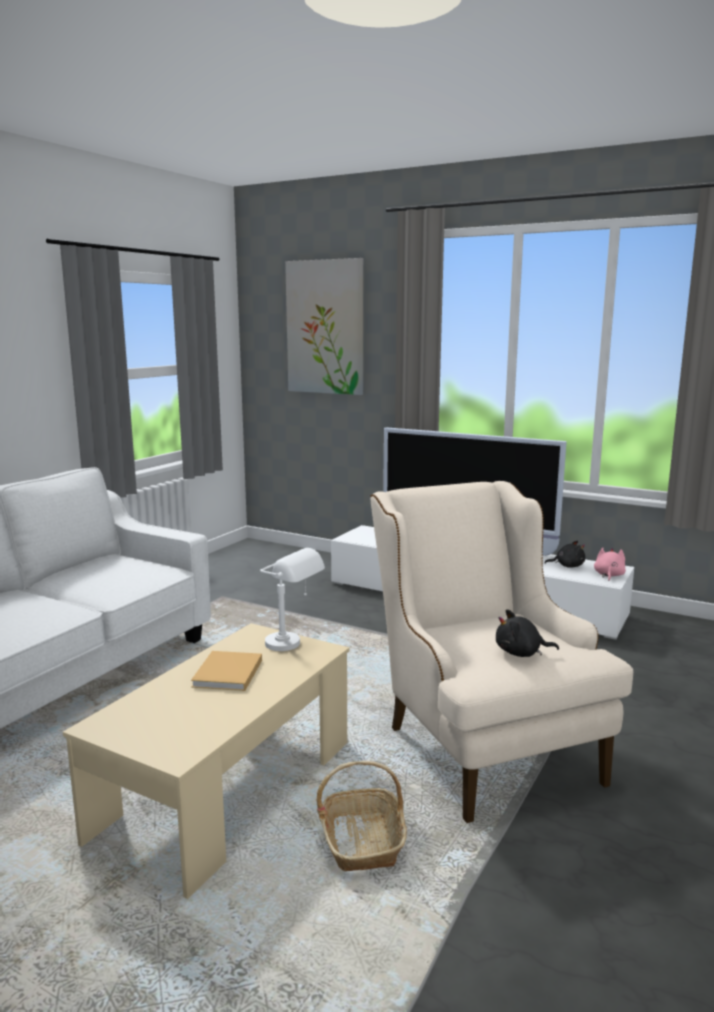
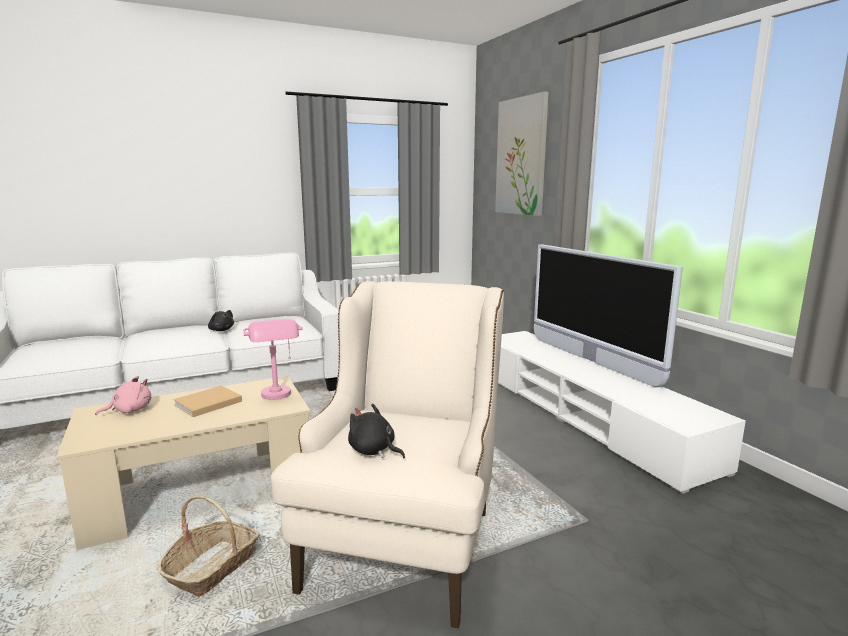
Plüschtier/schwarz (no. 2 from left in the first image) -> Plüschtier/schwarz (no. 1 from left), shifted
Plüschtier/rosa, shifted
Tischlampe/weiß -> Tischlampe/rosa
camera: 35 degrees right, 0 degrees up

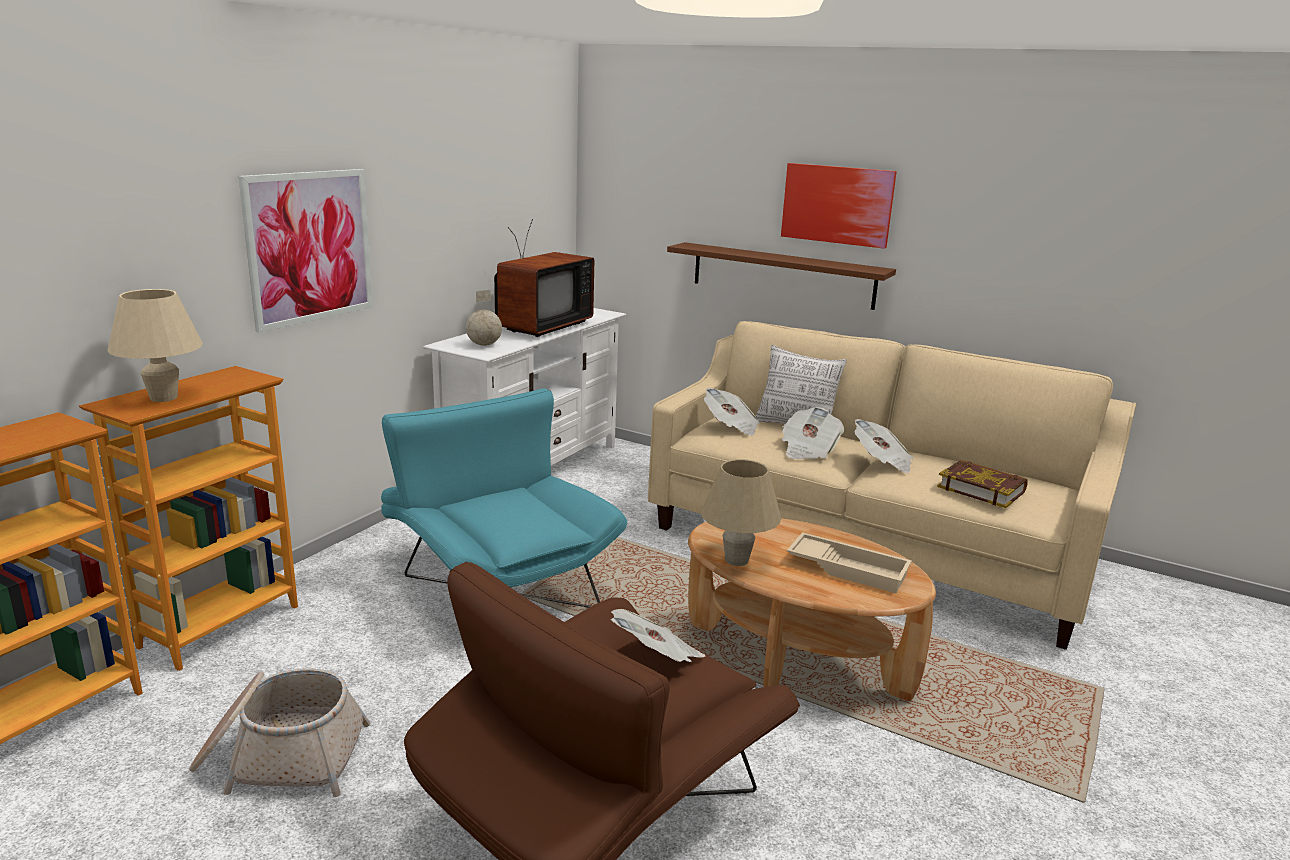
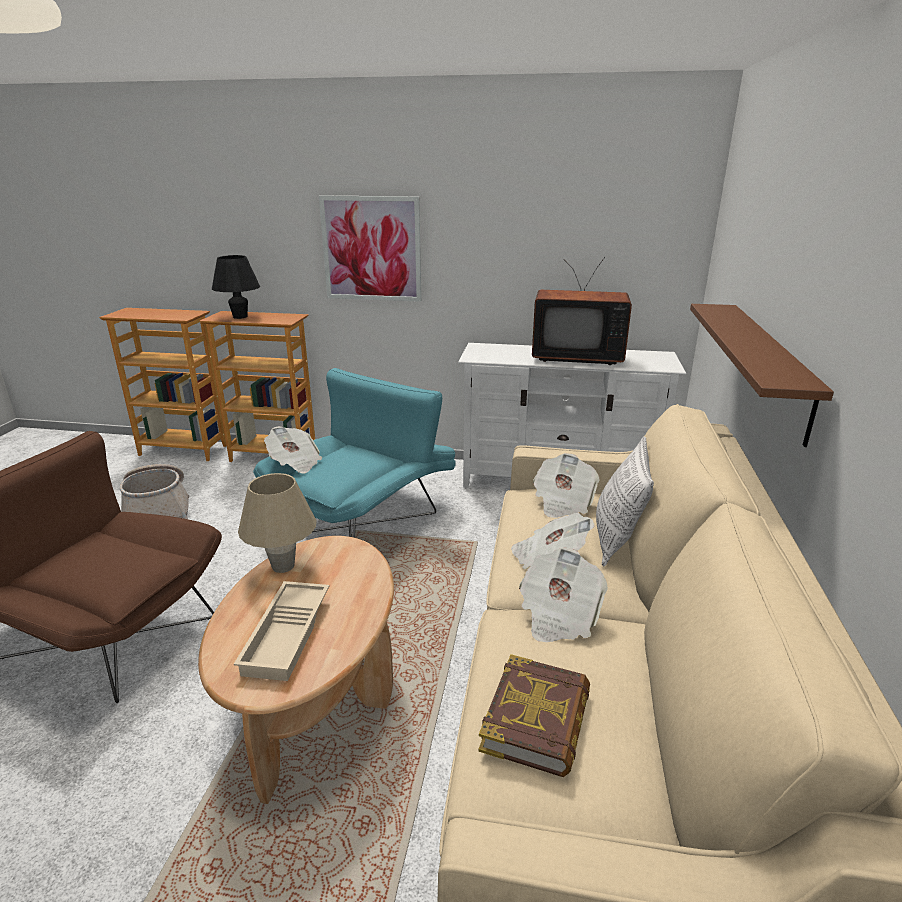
Globus -> none
Bild (no. 2 from left) -> none
Zeitung (no. 1 from left), shifted
Tischlampe/beige (no. 1 from left) -> Tischlampe/schwarz
camera: 70 degrees right, 5 degrees up

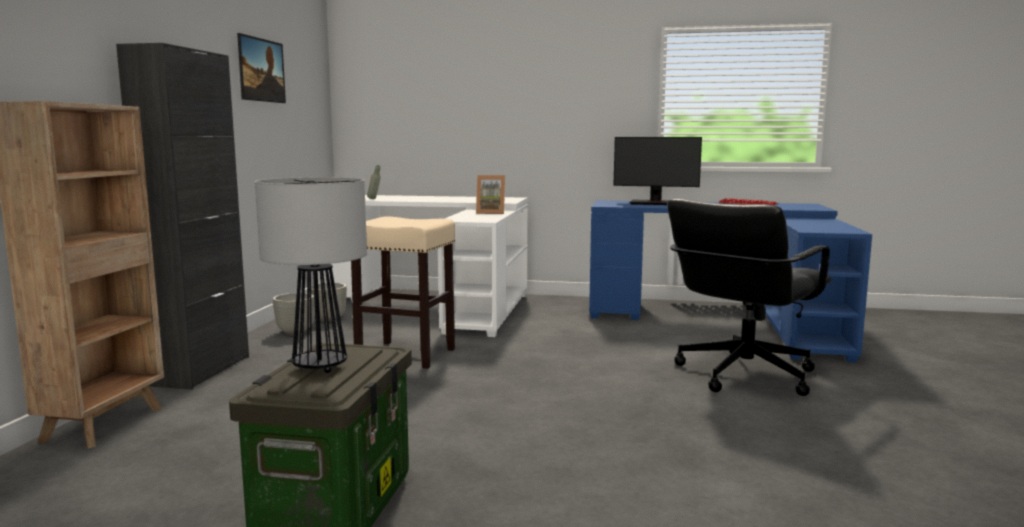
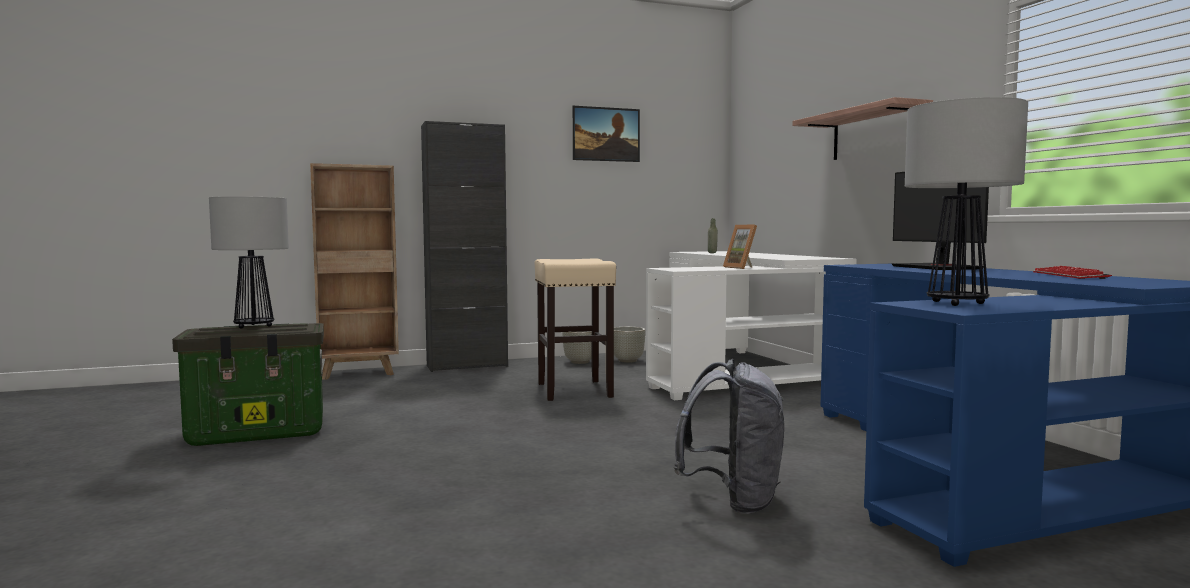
none -> Wandregal
none -> Tischlampe (no. 2 from left)
Bürostuhl/schwarz -> Rucksack/grau
camera: 60 degrees right, 5 degrees down

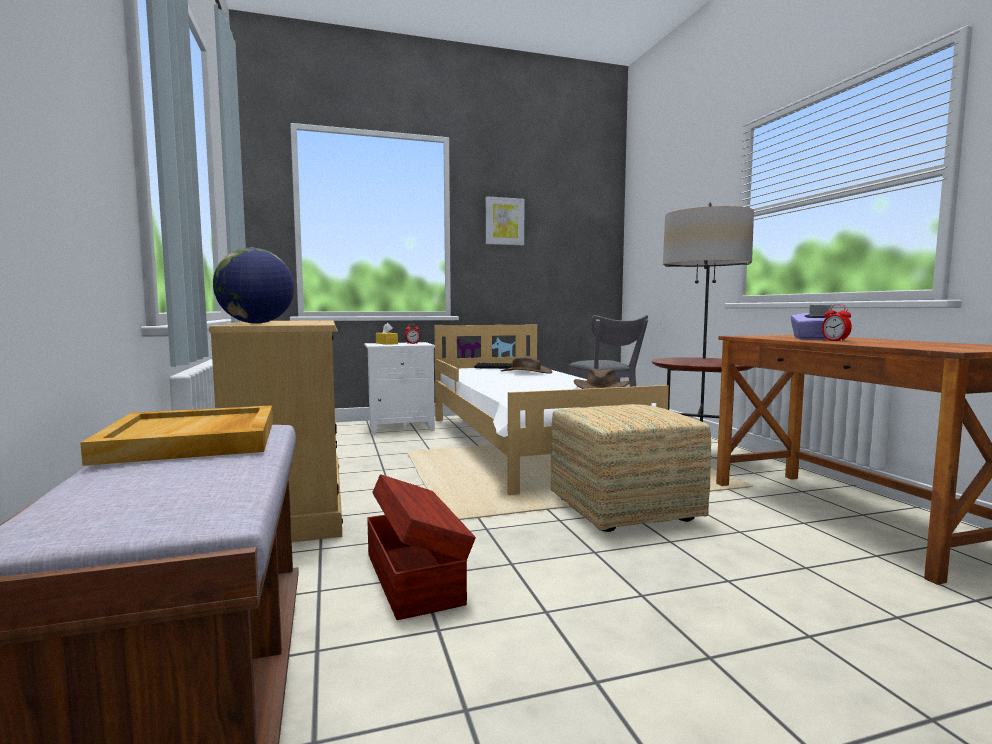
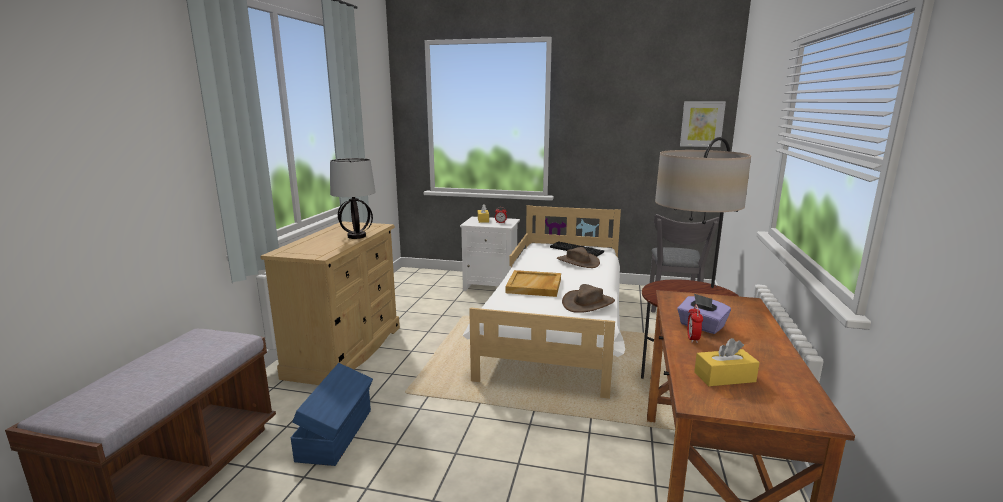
Globus -> none
Polsterhocker -> none
none -> Tischlampe
none -> Taschentuchbox/gelb (no. 2 from left)
Tablett/beige, shifted
Bild, shifted
Aufbewahrungsbox/braun -> Aufbewahrungsbox/blau
camera: 30 degrees right, 10 degrees up

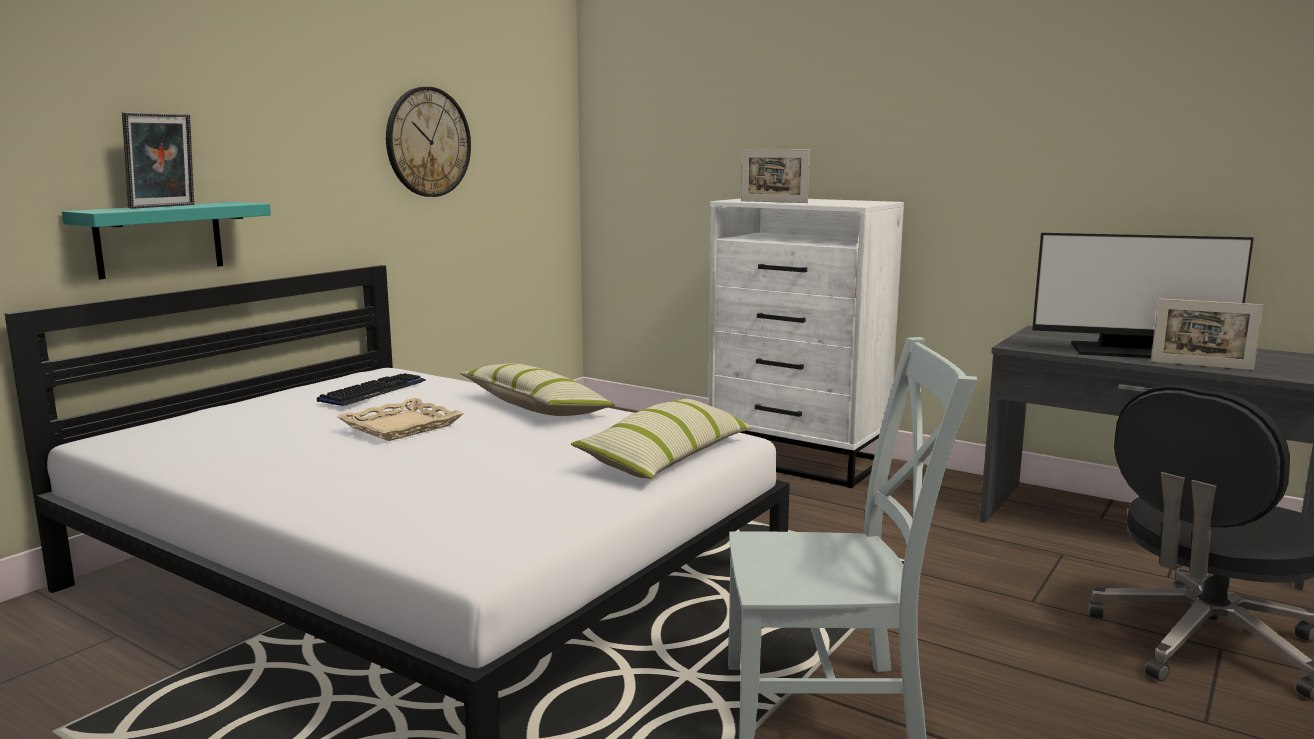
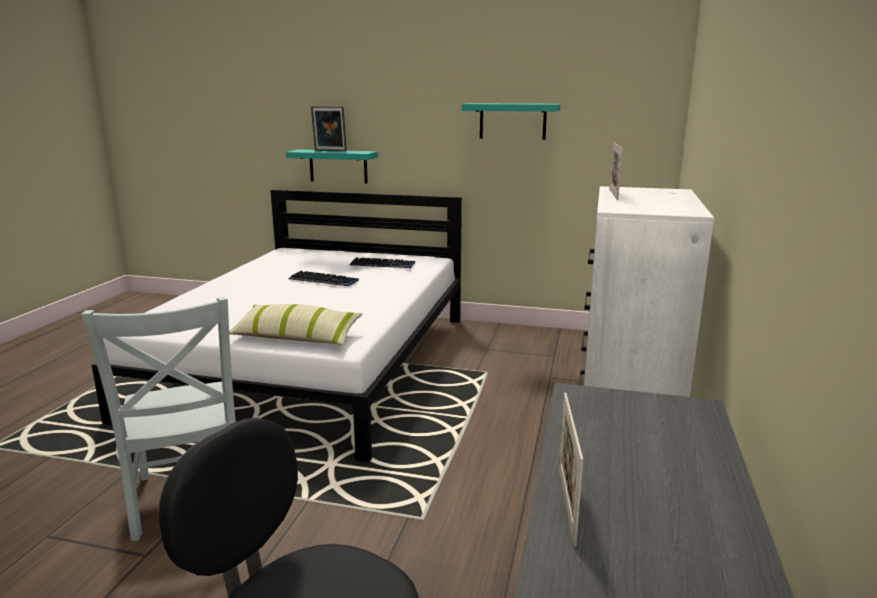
Kissen (no. 1 from left) -> none
Monitor -> none
Tablett/beige -> Tastatur (no. 1 from left)
Wanduhr -> Wandregal/türkis (no. 2 from left)
camera: 70 degrees right, 5 degrees up

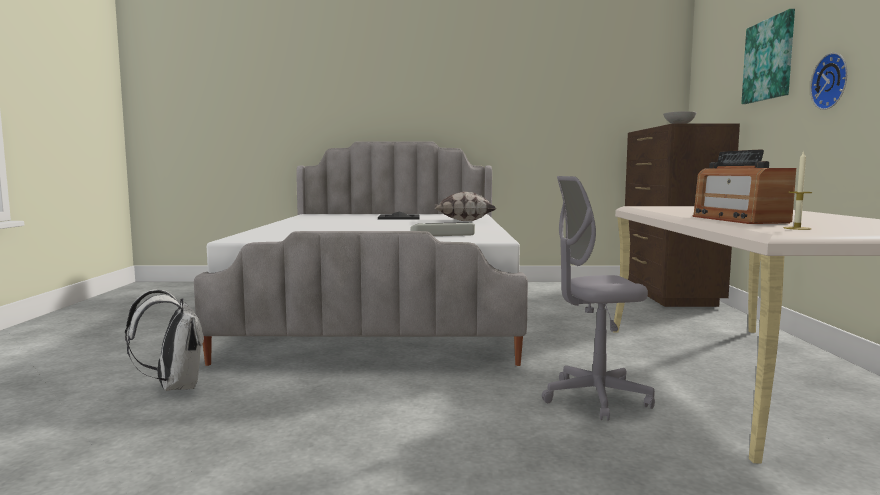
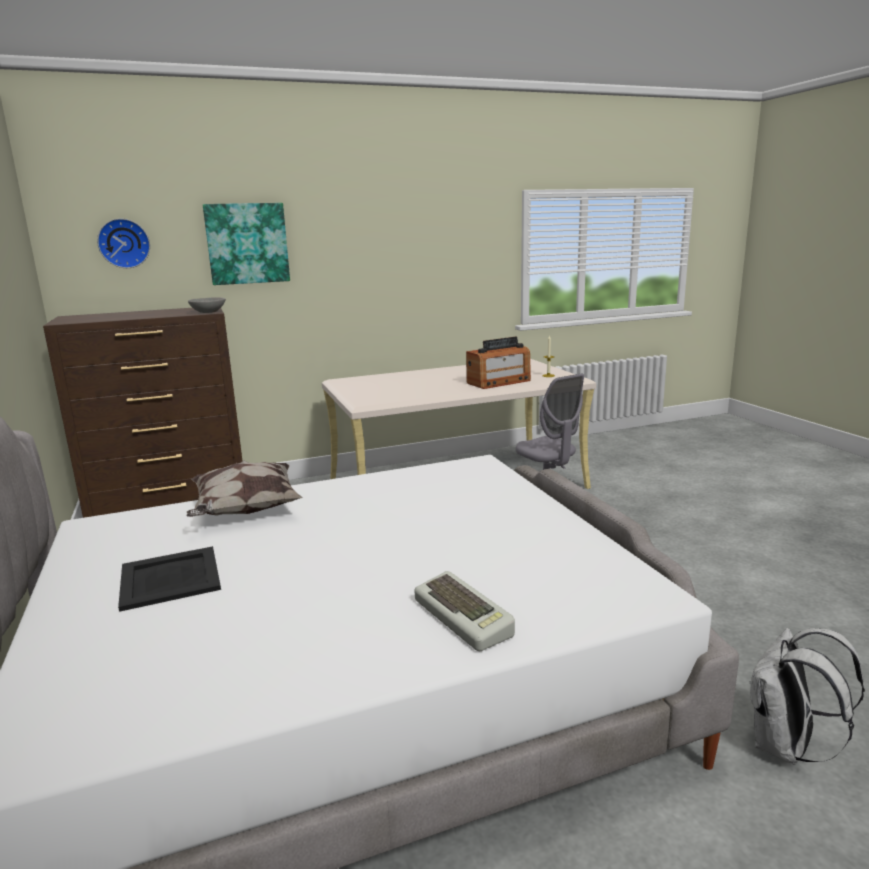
Tastatur, shifted
Wanduhr, shifted
camera: 110 degrees left, 10 degrees up

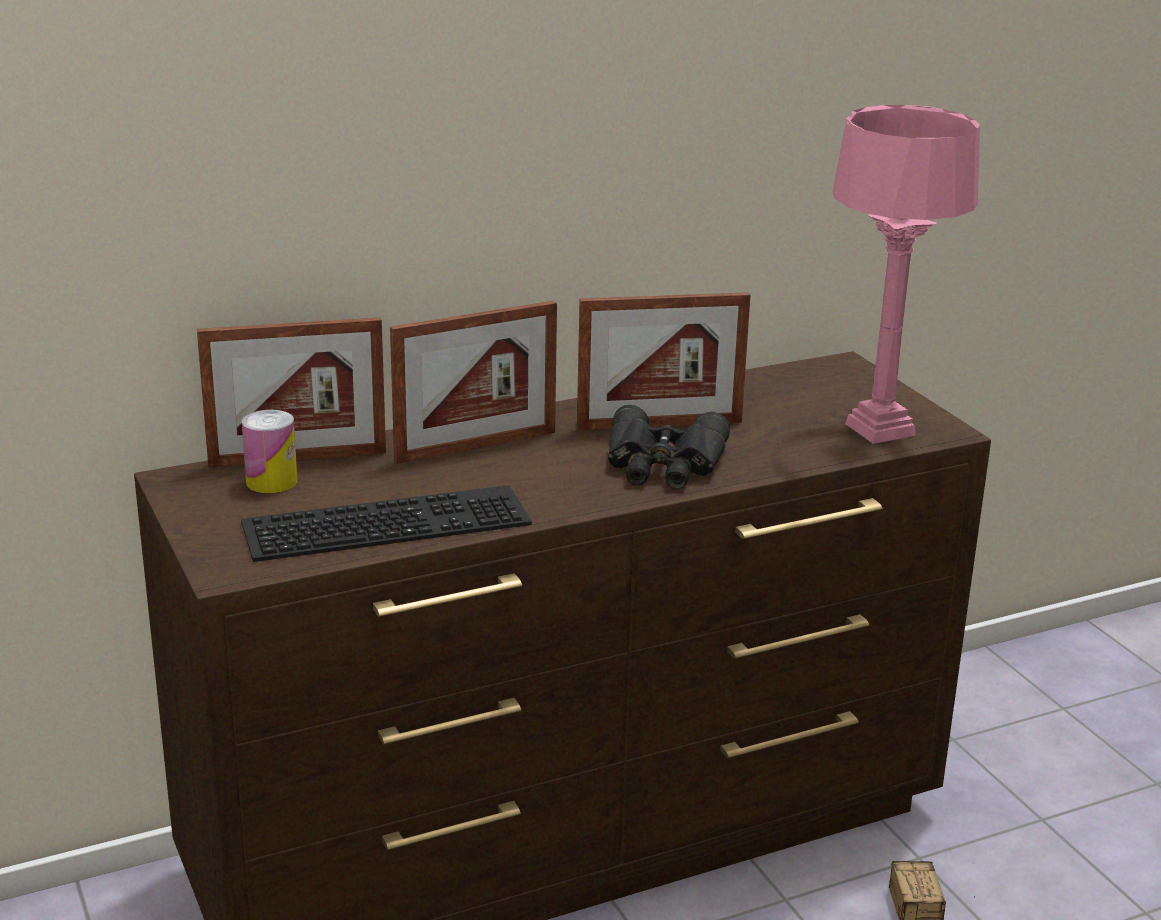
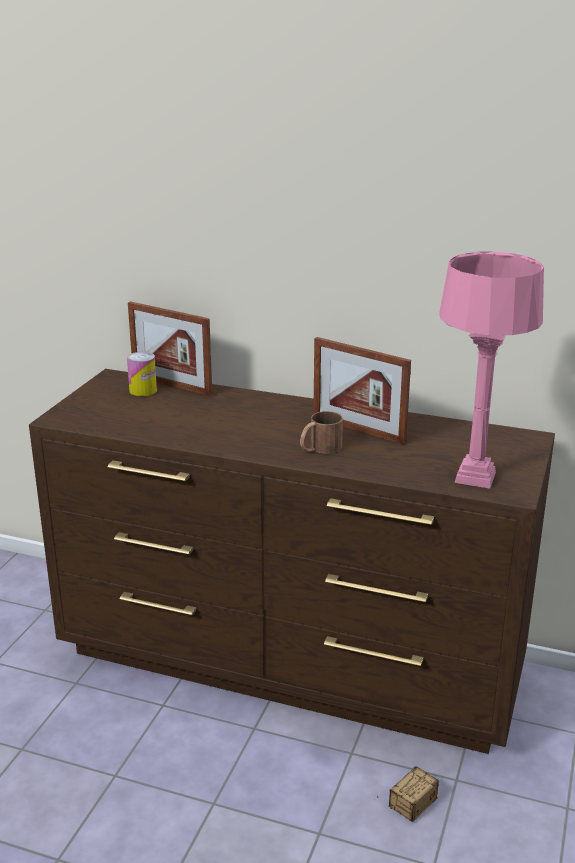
Tastatur -> none
Bilderrahmen (no. 2 from left) -> none
Fernglas/schwarz -> Henkelbecher/braun
camera: 45 degrees right, 0 degrees up

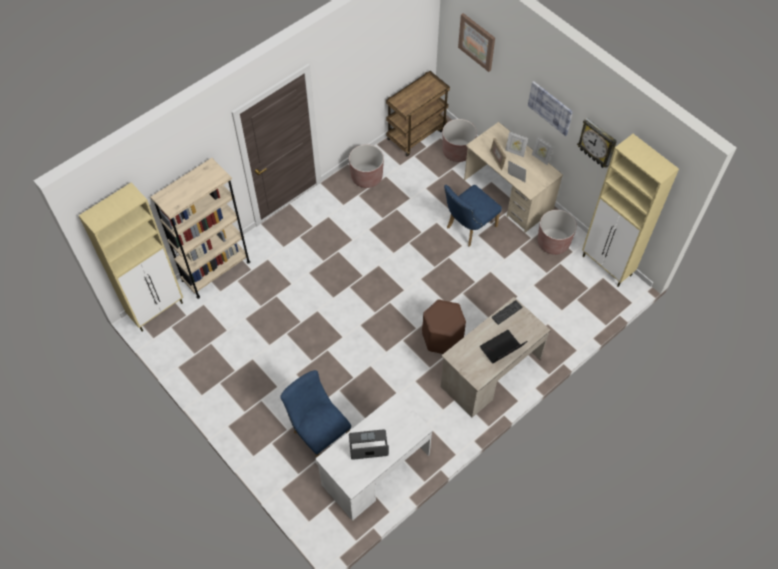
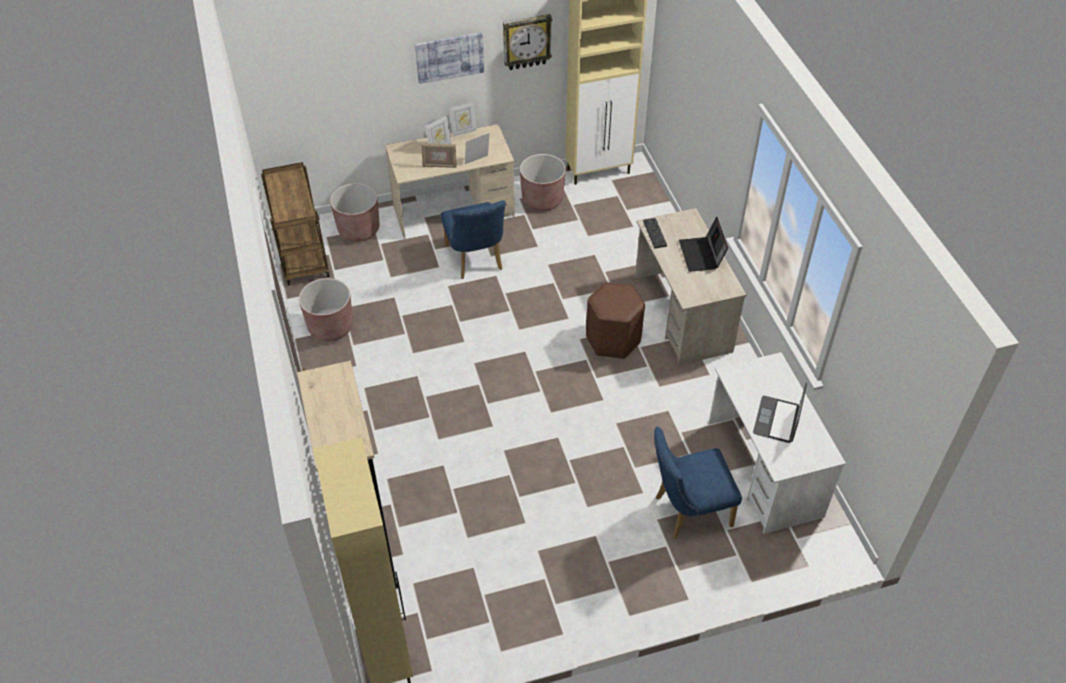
Bild (no. 1 from left) -> none
camera: 65 degrees left, 10 degrees down

